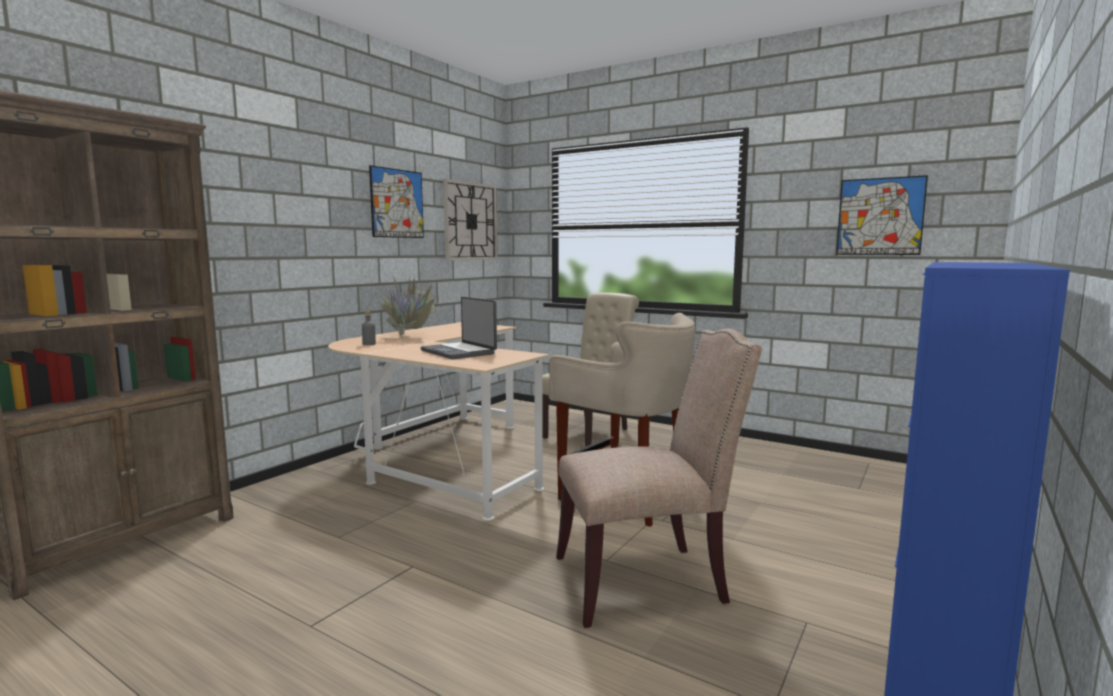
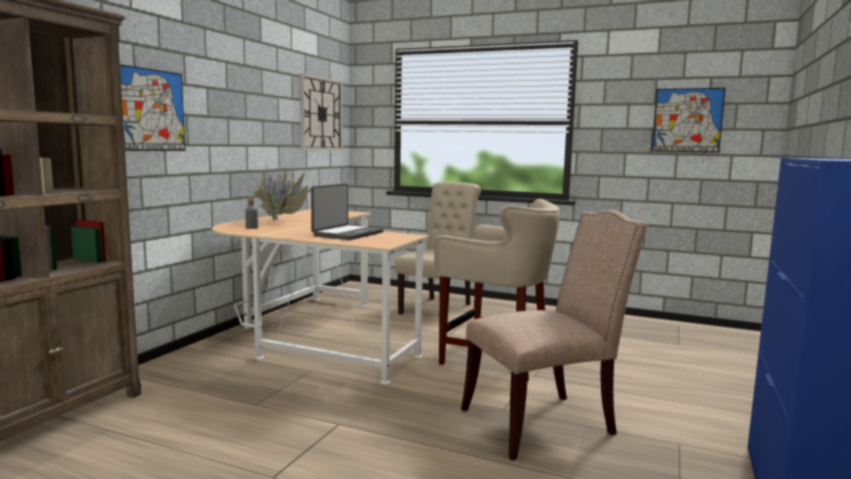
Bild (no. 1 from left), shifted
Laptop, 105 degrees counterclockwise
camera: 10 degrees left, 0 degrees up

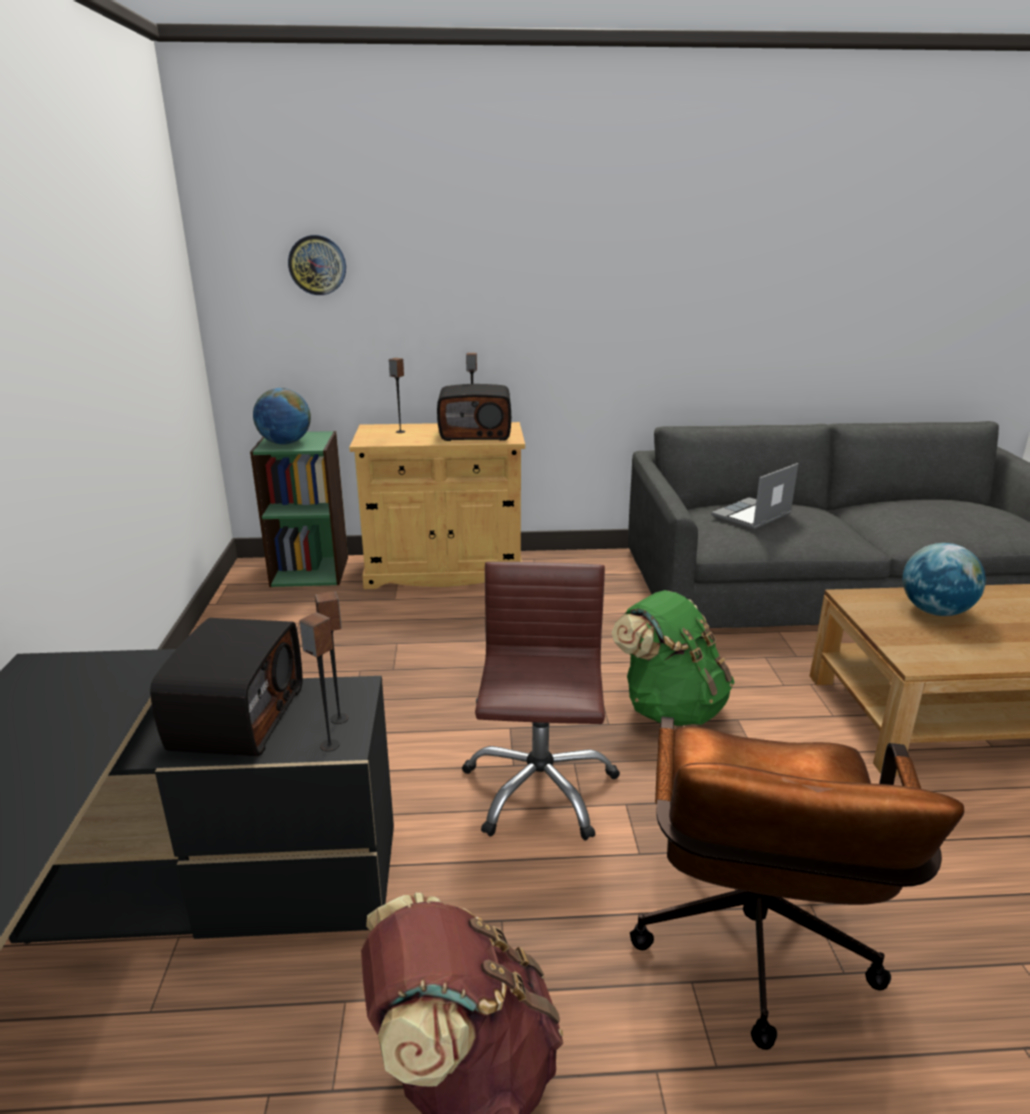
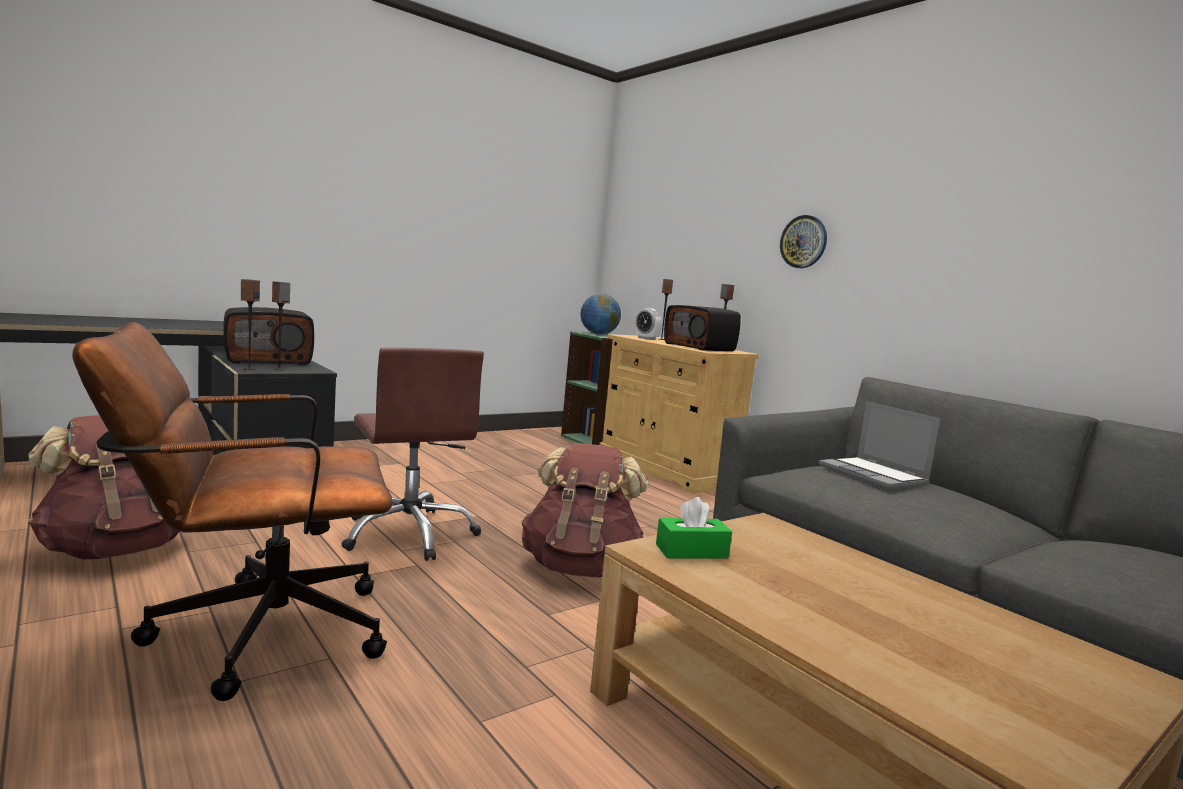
Globus (no. 2 from left) -> none
none -> Wecker
none -> Taschentuchbox/grün
Wanduhr, shifted
Rucksack/grün -> Rucksack/braun (no. 2 from left)
Bürostuhl/braun (no. 1 from left in the first image) -> Bürostuhl/braun (no. 2 from left), 90 degrees clockwise
Laptop, 135 degrees counterclockwise
camera: 55 degrees right, 15 degrees down

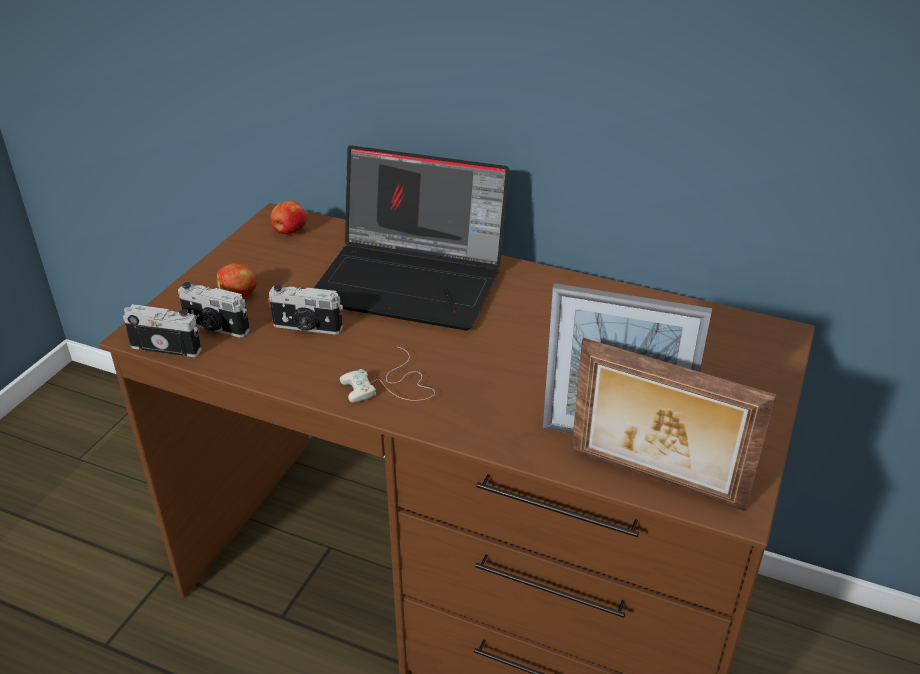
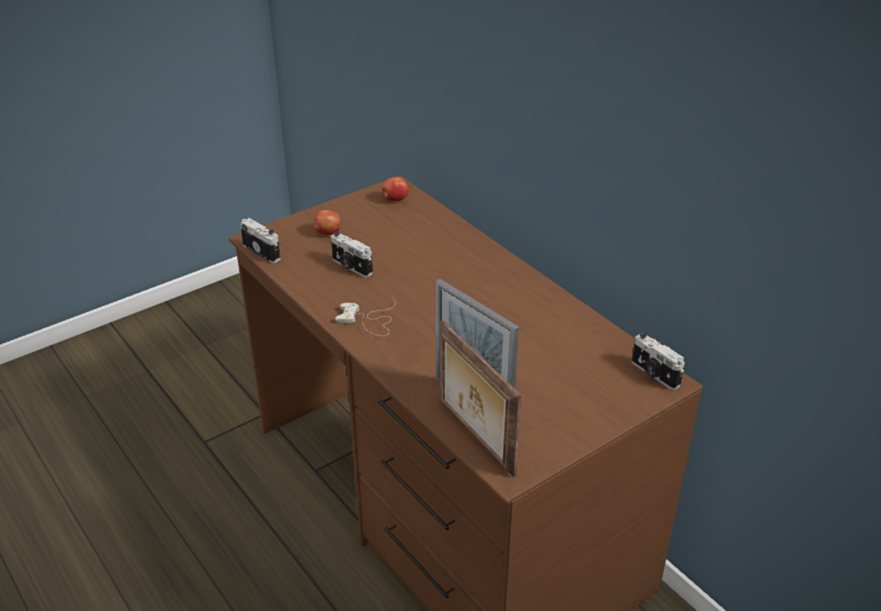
Laptop -> none
Kamera (no. 2 from left in the first image) -> Kamera (no. 3 from left), shifted
camera: 30 degrees right, 0 degrees up

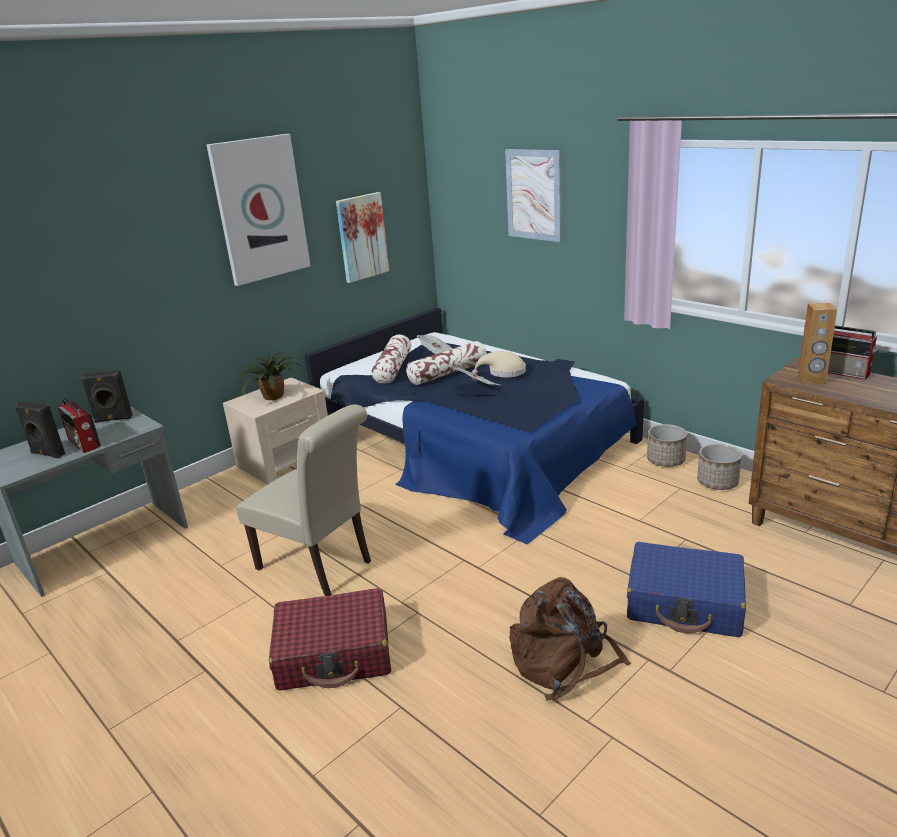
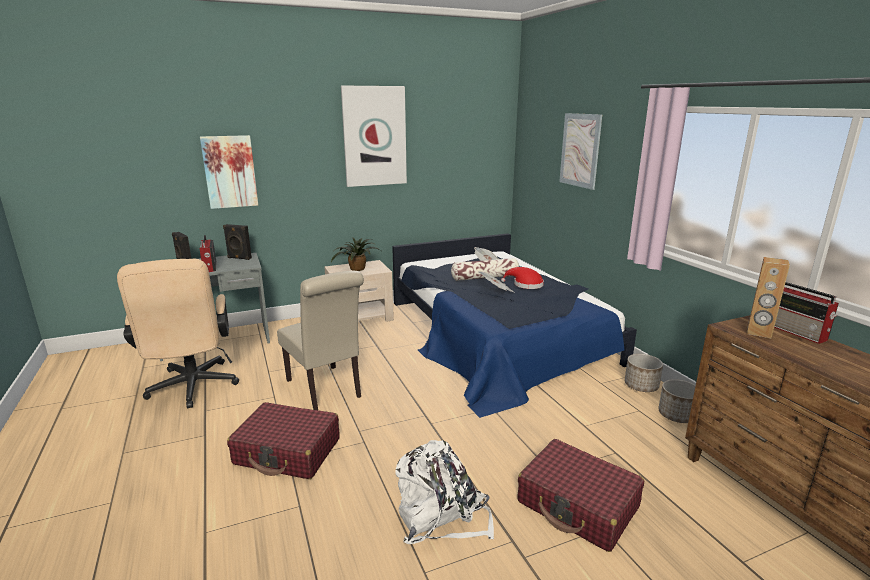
Kissen (no. 1 from left) -> none
none -> Bürostuhl/beige
Bild (no. 2 from left in the first image) -> Bild (no. 1 from left), shifted
Hut/beige -> Hut/rot
Rucksack/braun -> Rucksack/weiß
Koffer/blau -> Koffer/rot (no. 2 from left)
camera: 20 degrees right, 5 degrees down

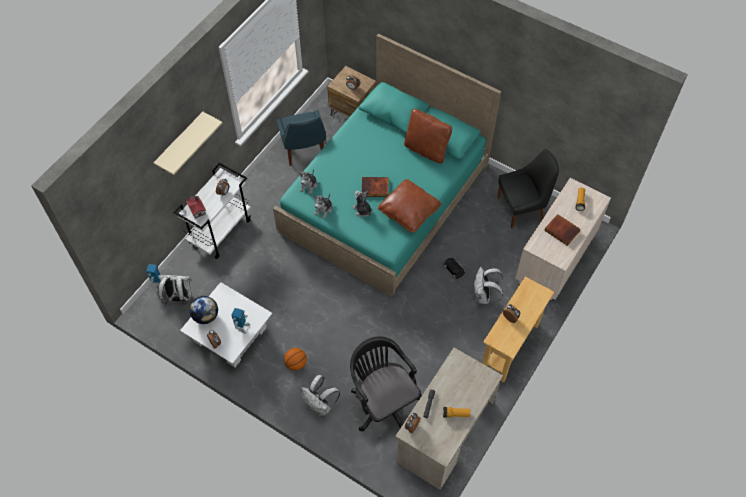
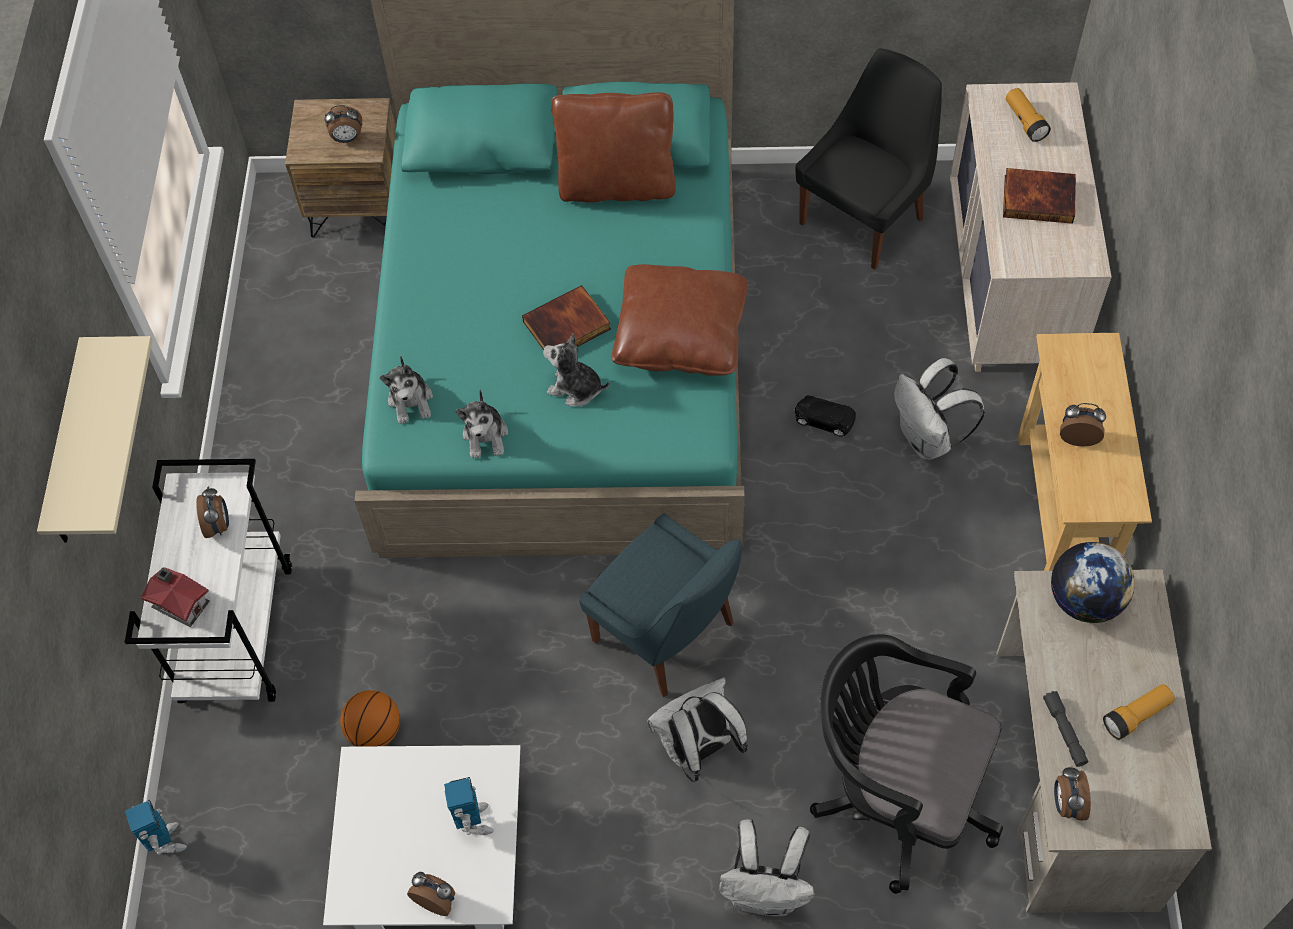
Rucksack/weiß (no. 1 from left), shifted
Globus, shifted
Stuhl/blau, shifted
Basketball, shifted
camera: 30 degrees left, 0 degrees up

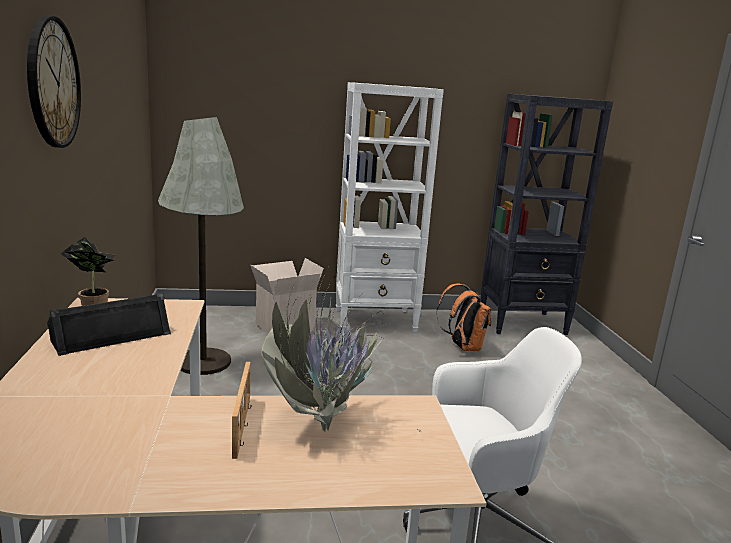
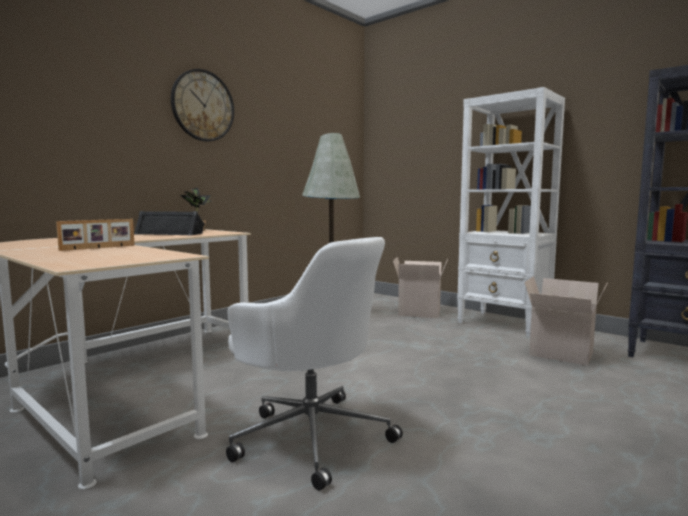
Topfpflanze (no. 2 from left) -> none
Rucksack/orange -> Karton (no. 2 from left)
camera: 50 degrees right, 10 degrees down

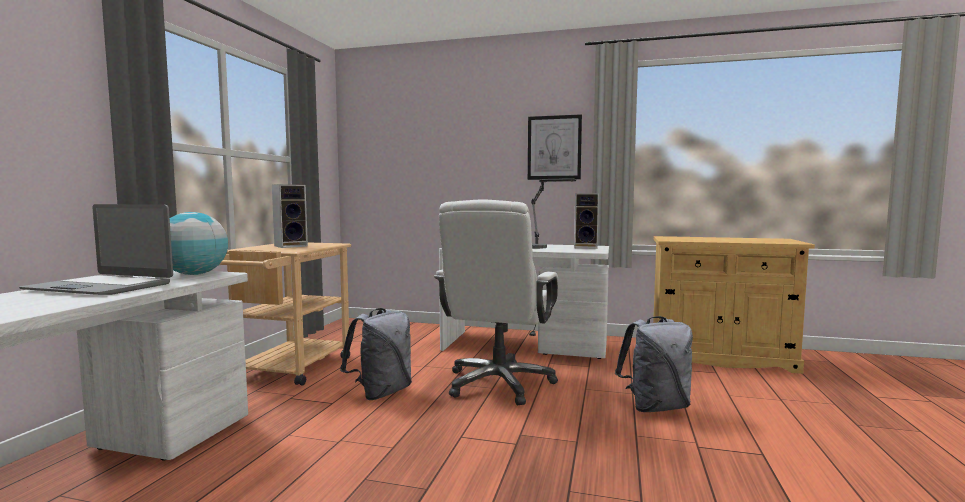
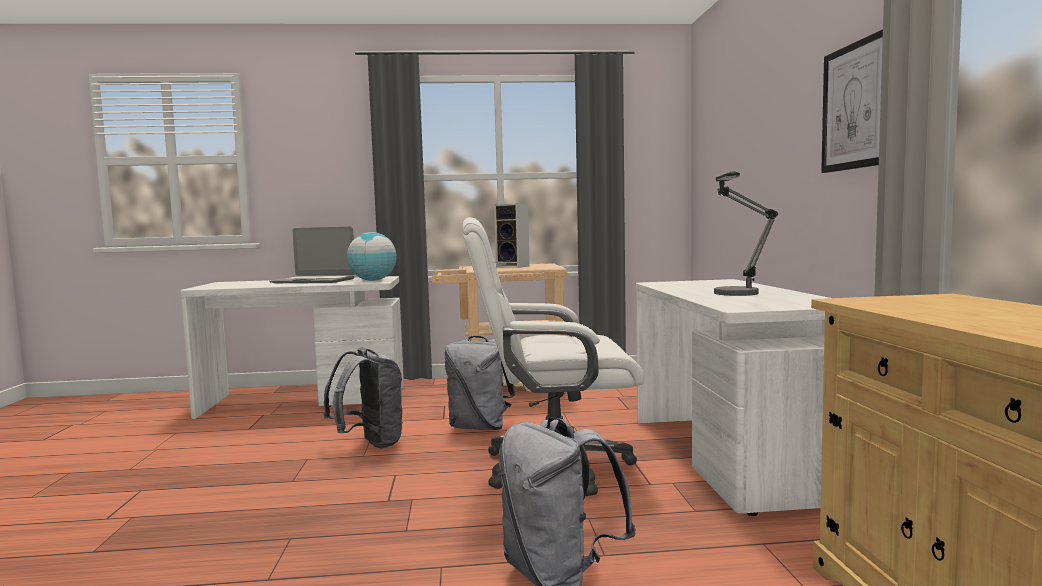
Lautsprecher (no. 2 from left) -> none
none -> Rucksack/grau (no. 1 from left)
Laptop, 75 degrees counterclockwise
camera: 70 degrees right, 0 degrees up

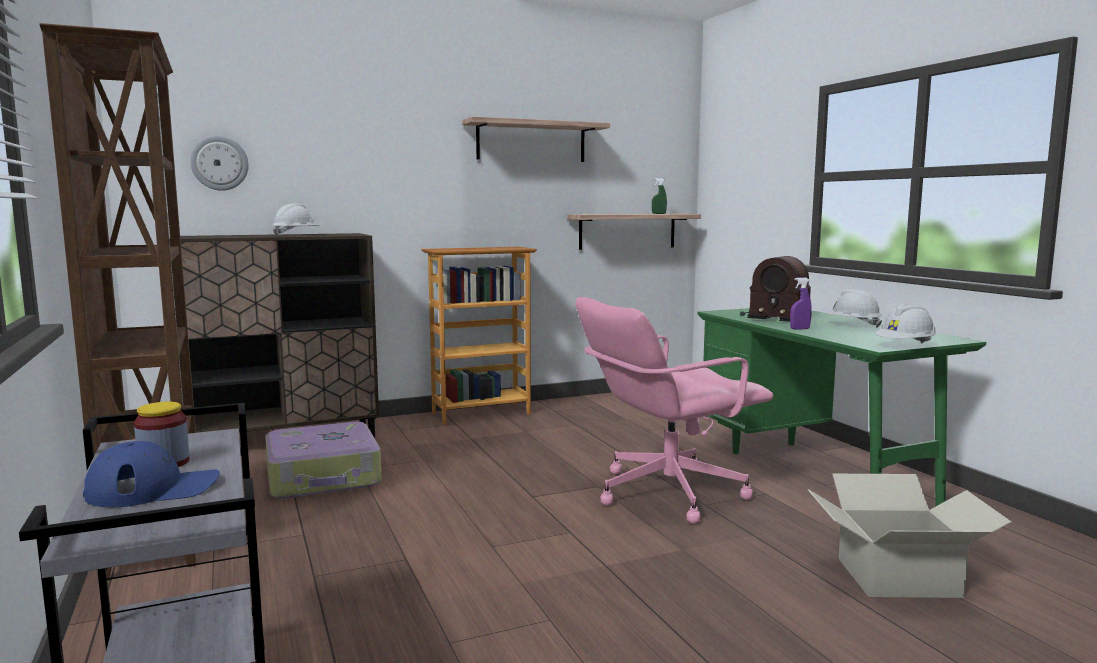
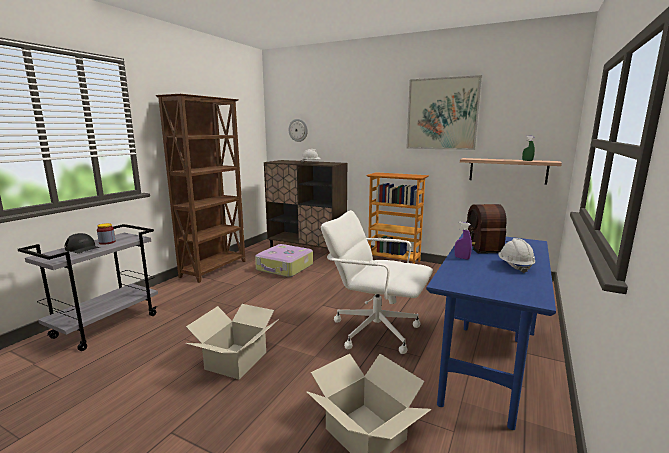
Schutzhelm/weiß (no. 3 from left) -> none
none -> Karton (no. 1 from left)
Wandregal (no. 1 from left) -> Bild
Kappe/blau -> Kappe/schwarz
Bürostuhl/rosa -> Bürostuhl/weiß
Schreibtisch/grün -> Schreibtisch/blau
camera: 50 degrees right, 5 degrees up

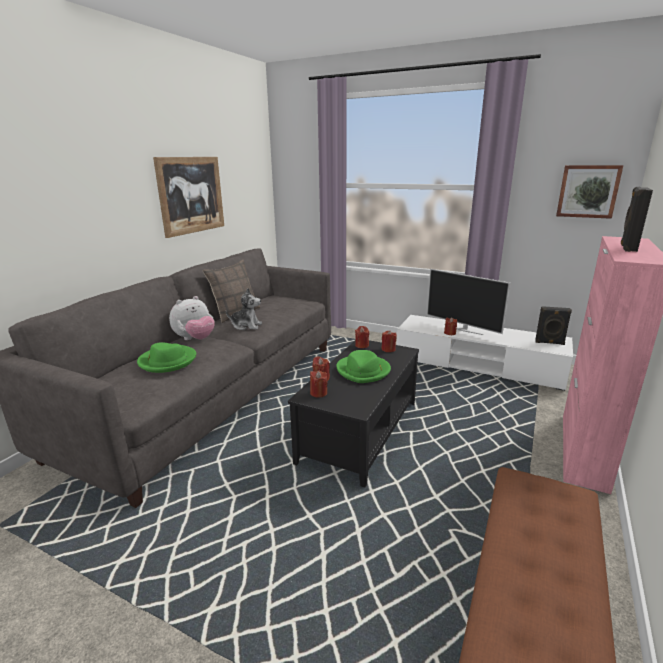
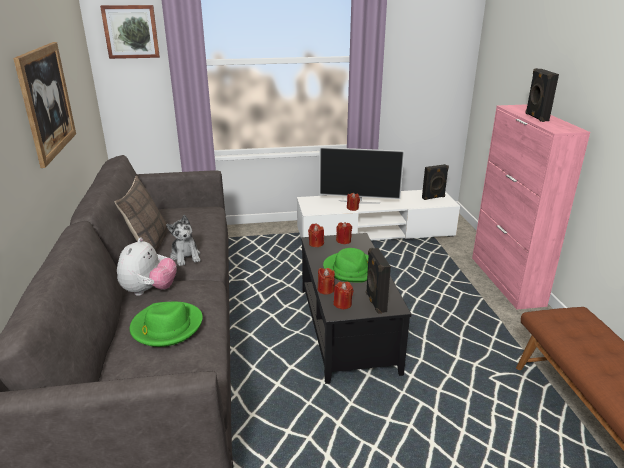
none -> Lautsprecher/schwarz (no. 1 from left)
Bild (no. 2 from left), shifted
Plüschtier (no. 2 from left), 90 degrees clockwise
camera: 35 degrees left, 5 degrees up

